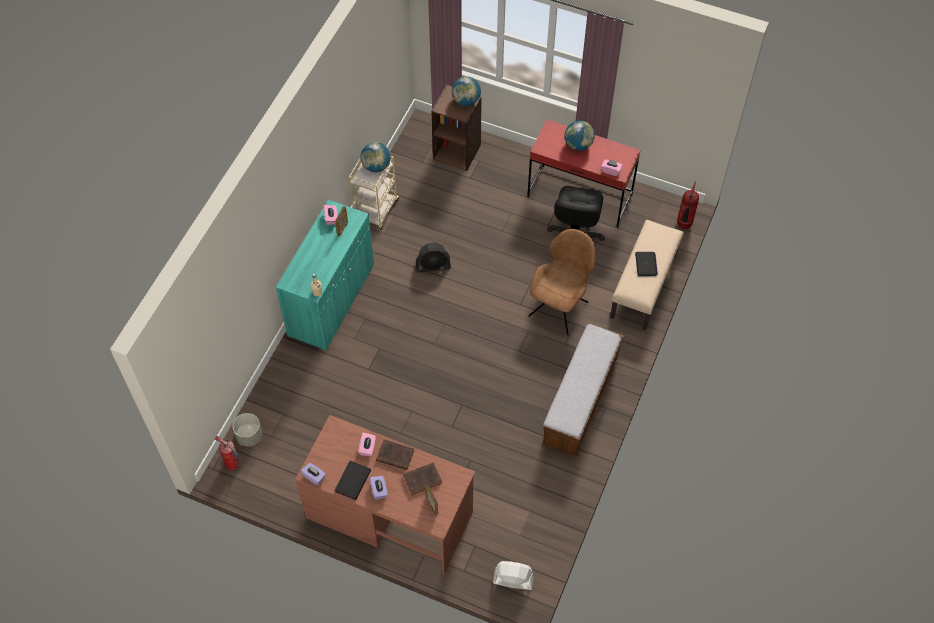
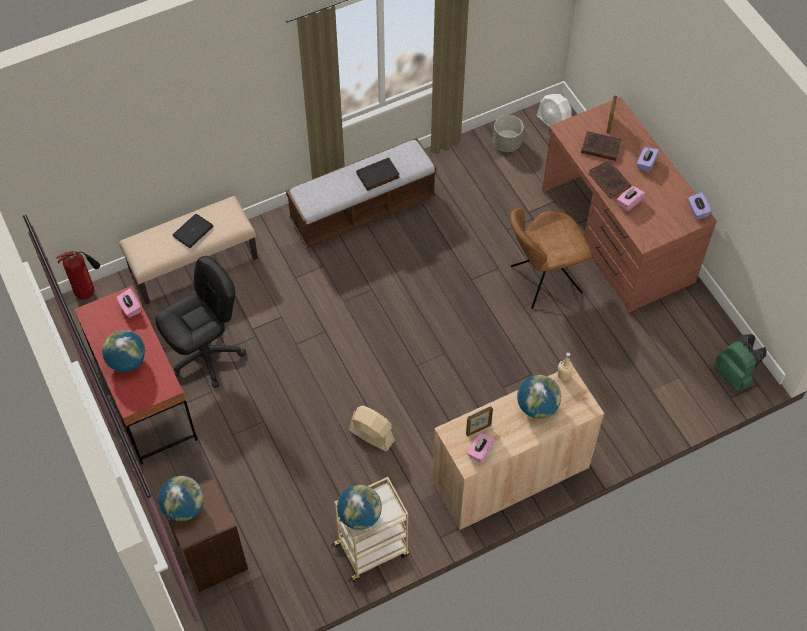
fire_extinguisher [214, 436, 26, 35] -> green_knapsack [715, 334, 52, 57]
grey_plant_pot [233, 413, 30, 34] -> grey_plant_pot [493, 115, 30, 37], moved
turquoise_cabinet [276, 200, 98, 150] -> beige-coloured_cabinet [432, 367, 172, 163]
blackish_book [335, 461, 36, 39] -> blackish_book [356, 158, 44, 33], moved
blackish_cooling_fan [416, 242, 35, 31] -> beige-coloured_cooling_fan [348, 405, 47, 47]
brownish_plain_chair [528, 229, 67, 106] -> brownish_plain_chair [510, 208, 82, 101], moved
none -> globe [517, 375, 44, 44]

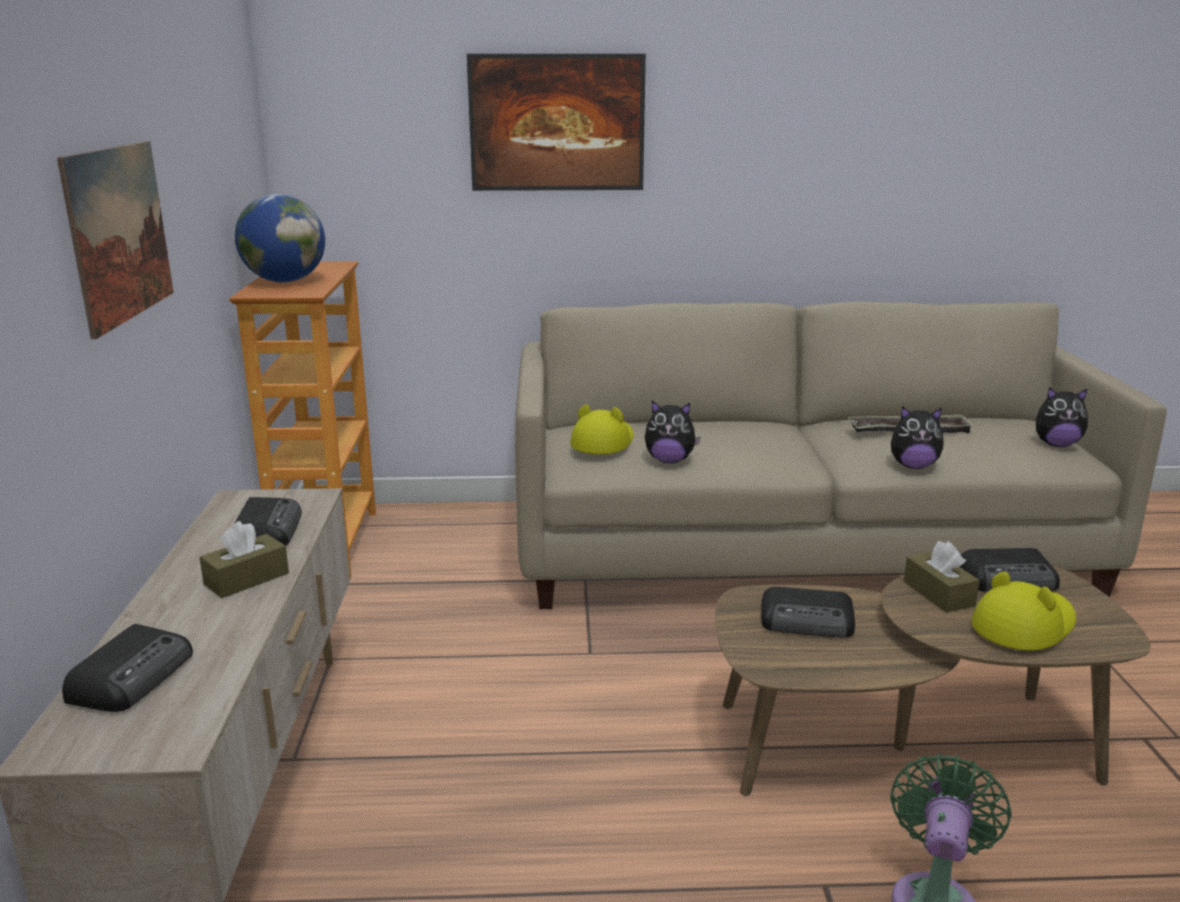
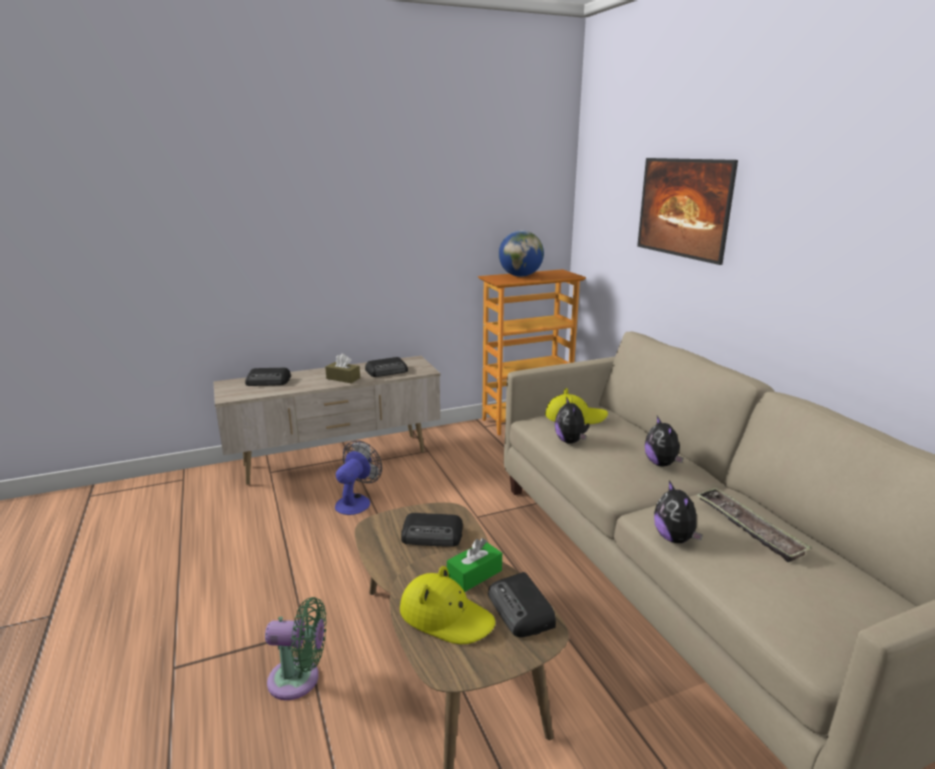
picture [57, 141, 117, 198] -> none
radio [761, 587, 94, 51] -> radio [401, 513, 62, 34], 75 degrees counterclockwise
brownish_tissue_box [904, 541, 76, 72] -> green_tissue_box [447, 538, 55, 54]
plush_toy [1036, 387, 52, 60] -> plush_toy [645, 416, 38, 51], moved
none -> cooling_fan [335, 440, 47, 75]

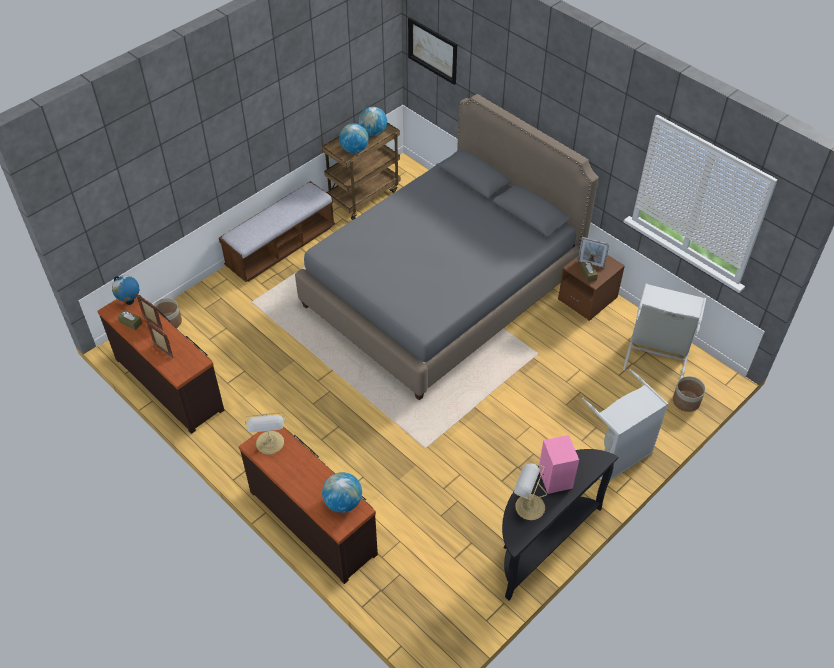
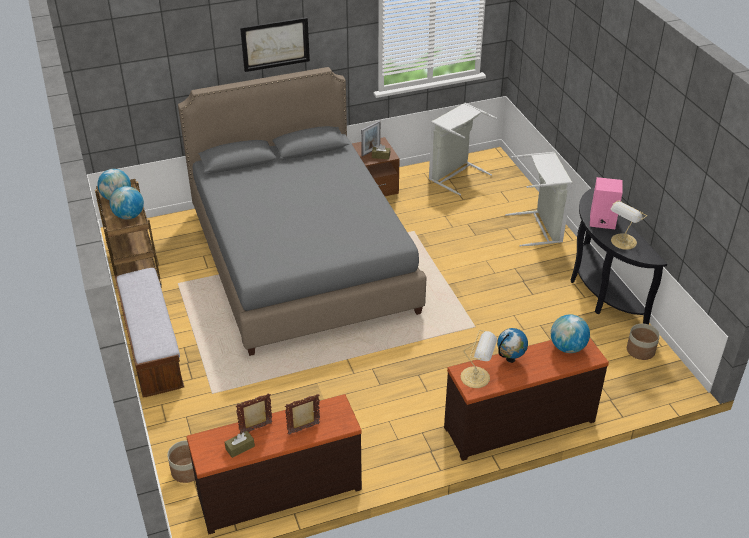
globe [112, 275, 27, 30] -> globe [497, 328, 31, 35], moved
picture [408, 18, 49, 67] -> picture [240, 17, 70, 55], moved
plant_pot [673, 376, 32, 36] -> plant_pot [627, 324, 33, 36], moved

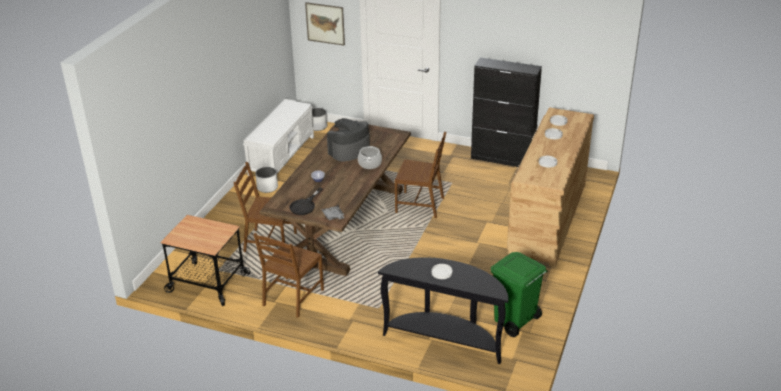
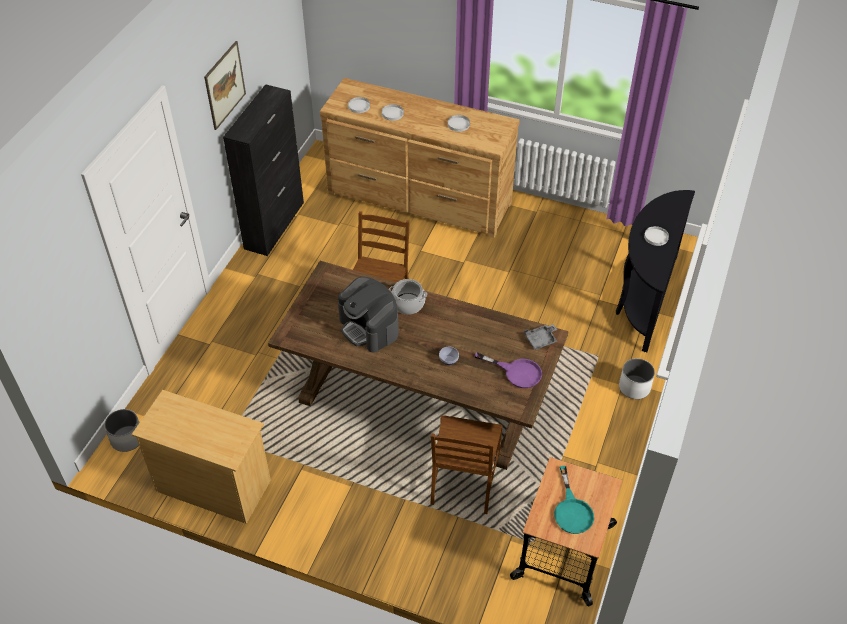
white_long_seat [243, 99, 71, 77] -> beige-coloured_drawer_chest [132, 390, 139, 134]
brownish_plain_chair [253, 233, 71, 85] -> none
white_plant_pot [255, 167, 23, 26] -> white_plant_pot [619, 358, 36, 41], moved
blackish_frying_pan [289, 188, 34, 27] -> purplish_frying_pan [474, 352, 68, 36]
picture [305, 2, 40, 44] -> picture [204, 41, 42, 89], moved
green_waste_bin [491, 252, 57, 85] -> none
none -> turquoise_frying_pan [554, 466, 40, 68]

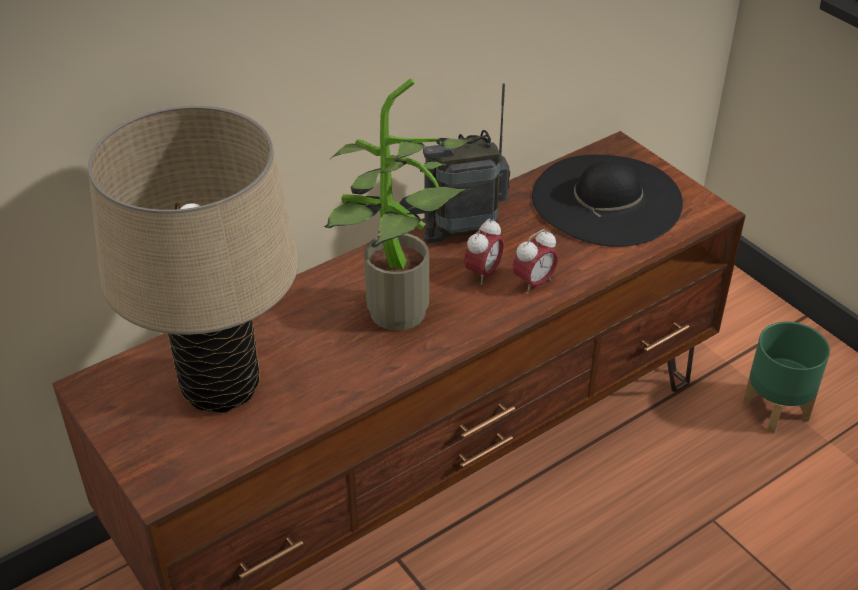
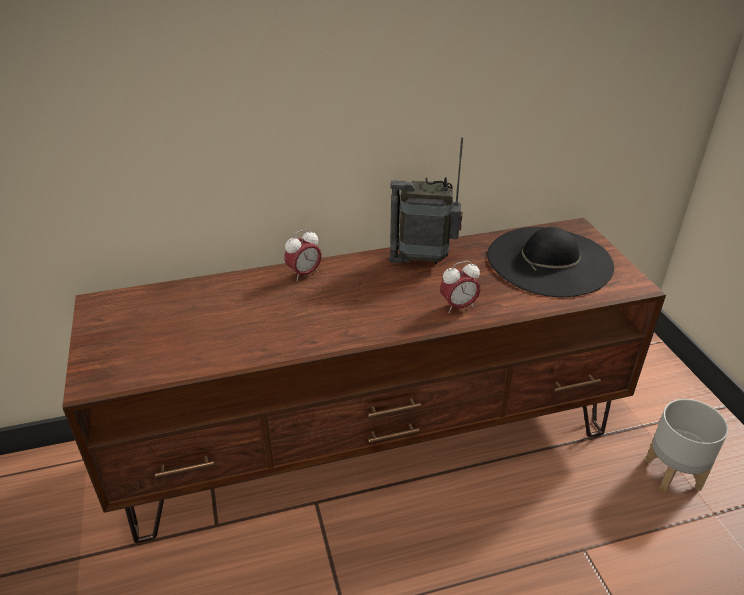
beige-coloured_lamp_for_a_table [88, 105, 211, 308] -> none
potted_plant [324, 78, 149, 253] -> none
bedside_clock [464, 218, 40, 67] -> bedside_clock [284, 229, 38, 52], moved
green_plant_pot [742, 321, 88, 112] -> grey_plant_pot [645, 399, 83, 94]

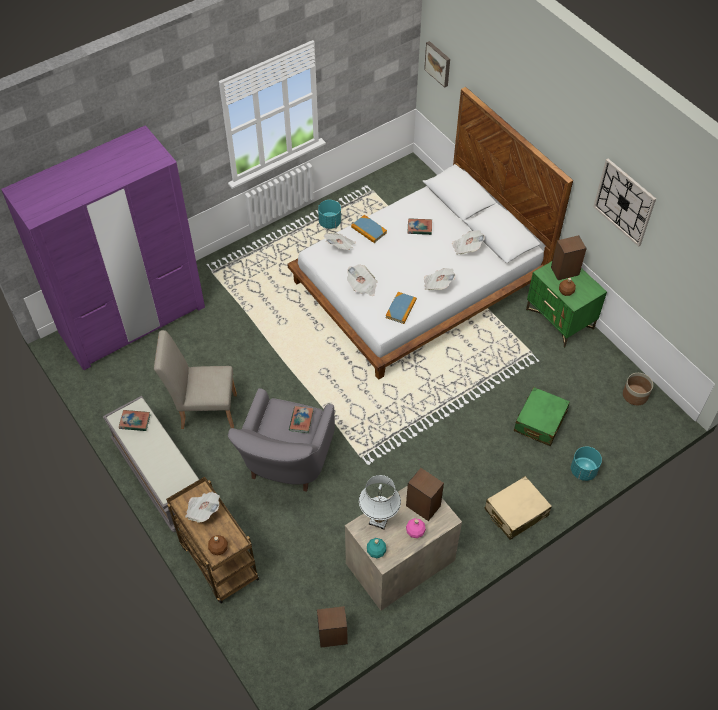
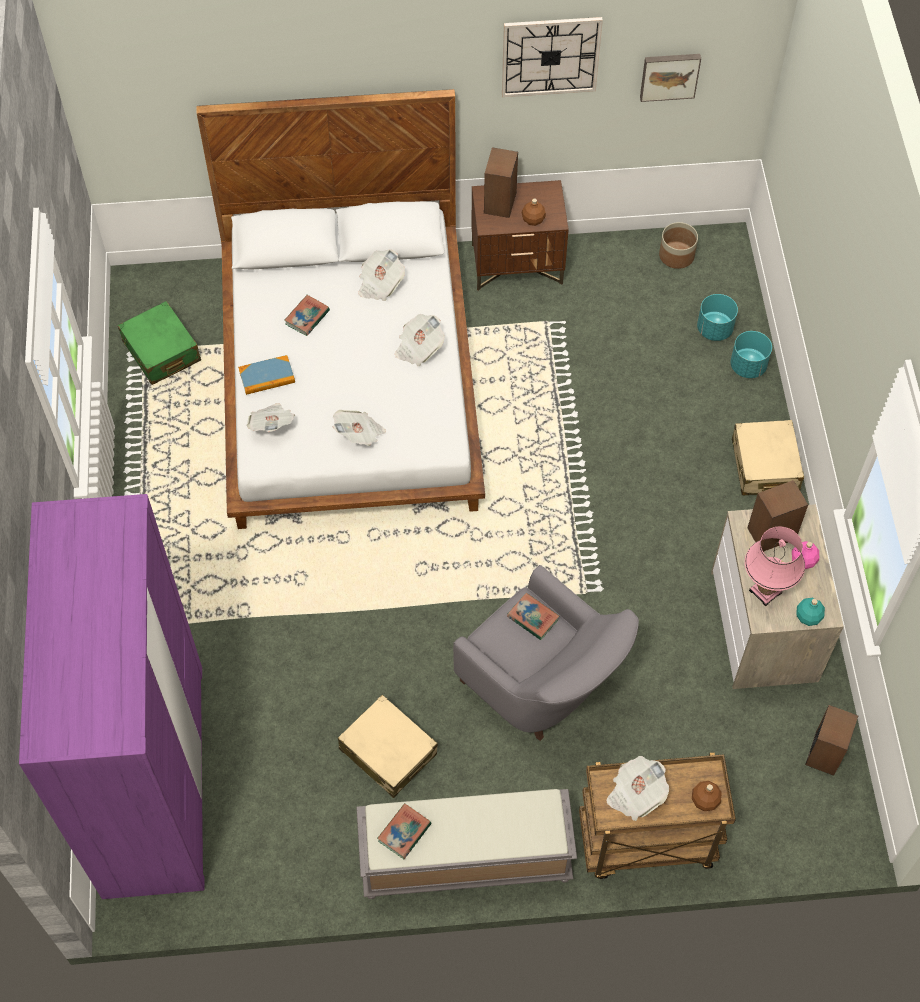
beige-coloured_plain_chair [154, 330, 83, 99] -> beige-coloured_travel_case [338, 695, 100, 103]
turquoise_plant_pot [318, 200, 23, 29] -> turquoise_plant_pot [697, 294, 41, 47], moved
white_lamp_for_a_table [359, 475, 42, 55] -> pink_lamp_for_a_table [745, 527, 60, 79]
book [386, 292, 31, 32] -> none
picture [424, 41, 26, 47] -> picture [640, 54, 61, 48], moved
green_travel_case [514, 387, 56, 59] -> green_travel_case [118, 301, 83, 84], moved
green_nightstand [526, 261, 81, 87] -> brownish_nightstand [471, 180, 98, 111]

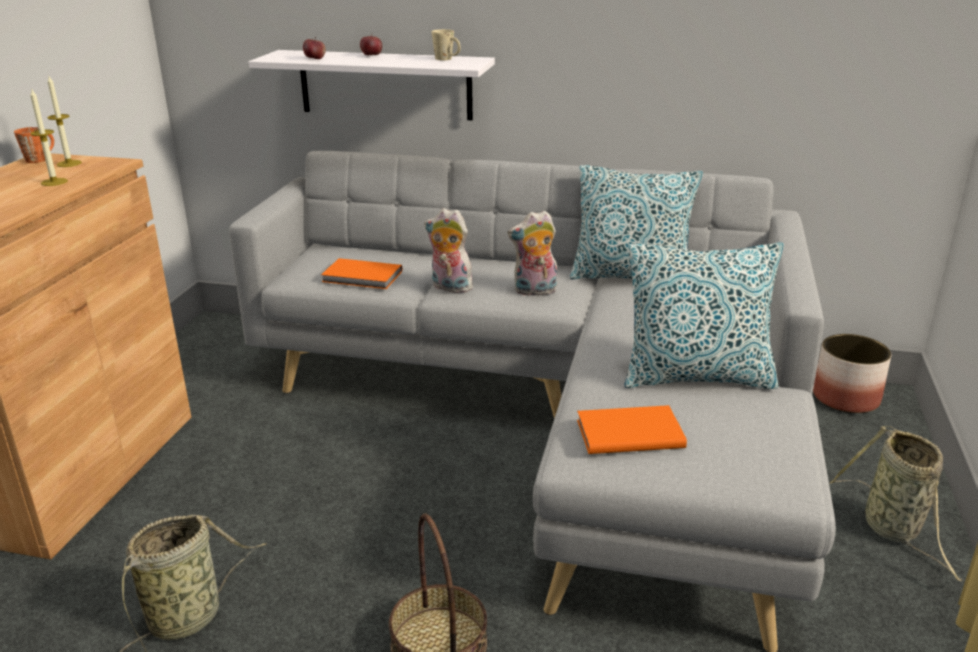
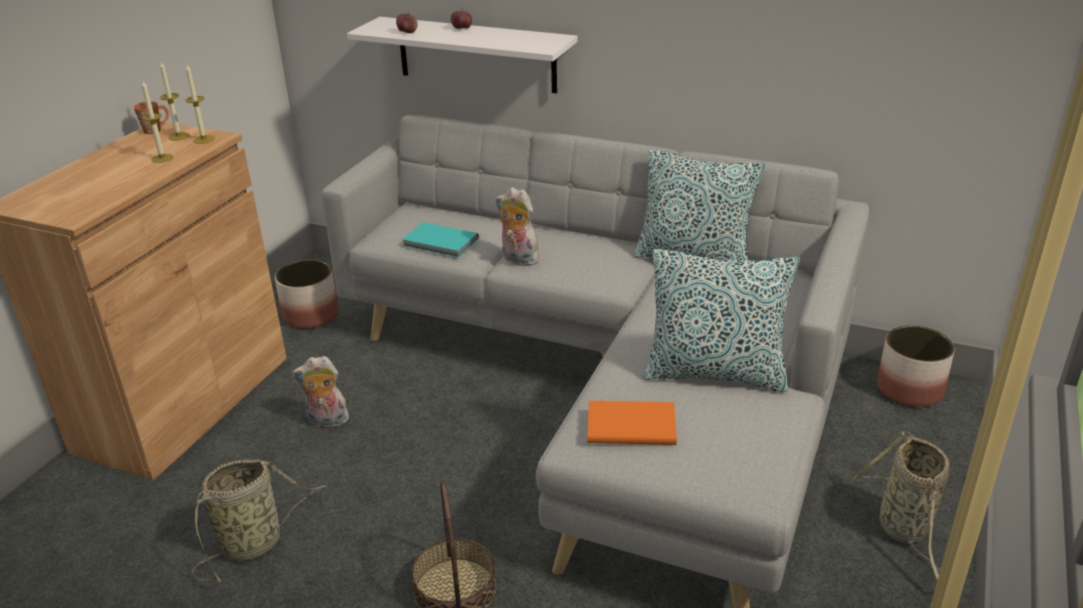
orange_book [321, 258, 81, 31] -> turquoise_book [402, 222, 77, 36]
beige-coloured_tea_mug [431, 29, 30, 31] -> none
plush_toy [508, 210, 49, 87] -> plush_toy [292, 356, 57, 72], moved
none -> candle [185, 65, 30, 79]
none -> plant_pot [275, 260, 64, 69]

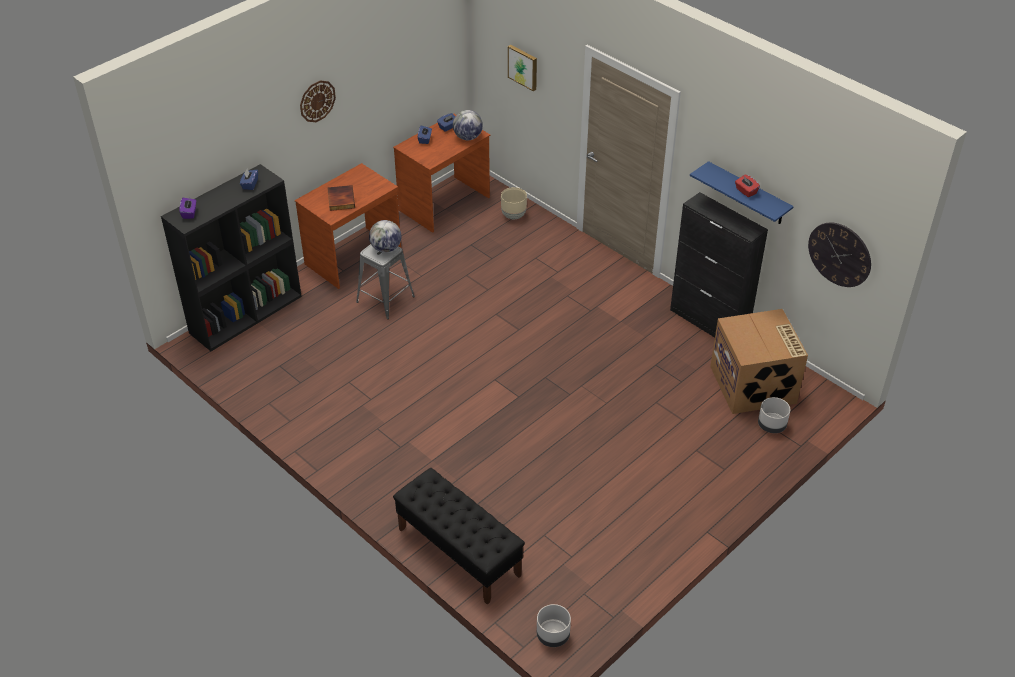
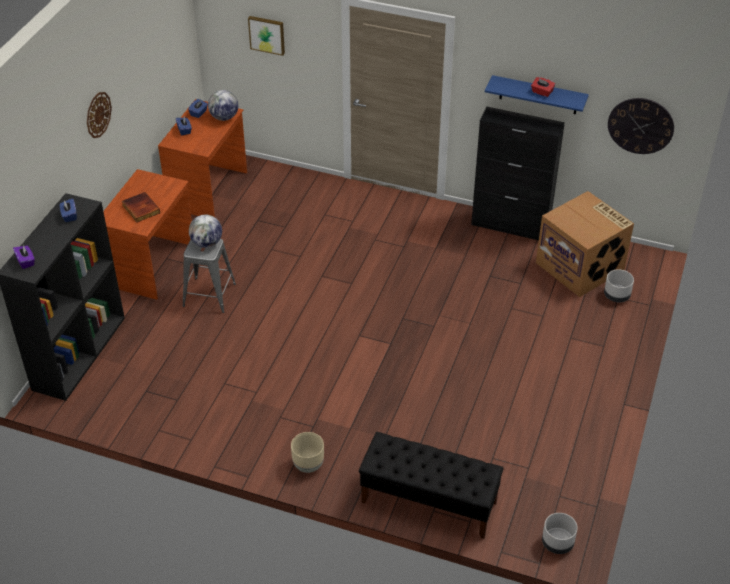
beige-coloured_plant_pot [501, 187, 26, 32] -> beige-coloured_plant_pot [291, 432, 33, 41], moved

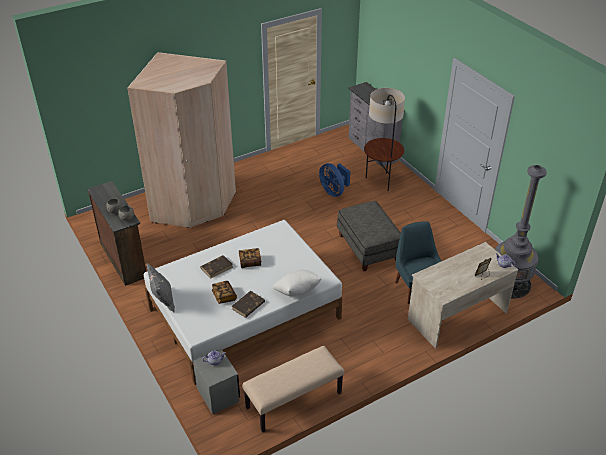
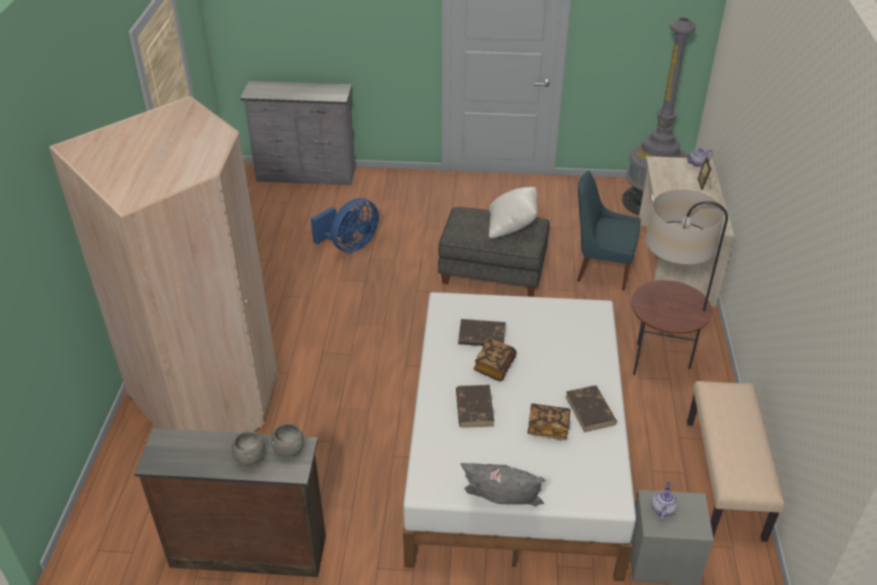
white_pillow [273, 270, 48, 26] -> white_pillow [489, 187, 49, 51], moved
blue-coloured_cooling_fan [319, 163, 31, 34] -> blue-coloured_cooling_fan [311, 198, 68, 55], 45 degrees counterclockwise
standing_lamp [364, 88, 41, 103] -> standing_lamp [631, 189, 97, 186], moved
none -> brownish_book [458, 319, 48, 27]

